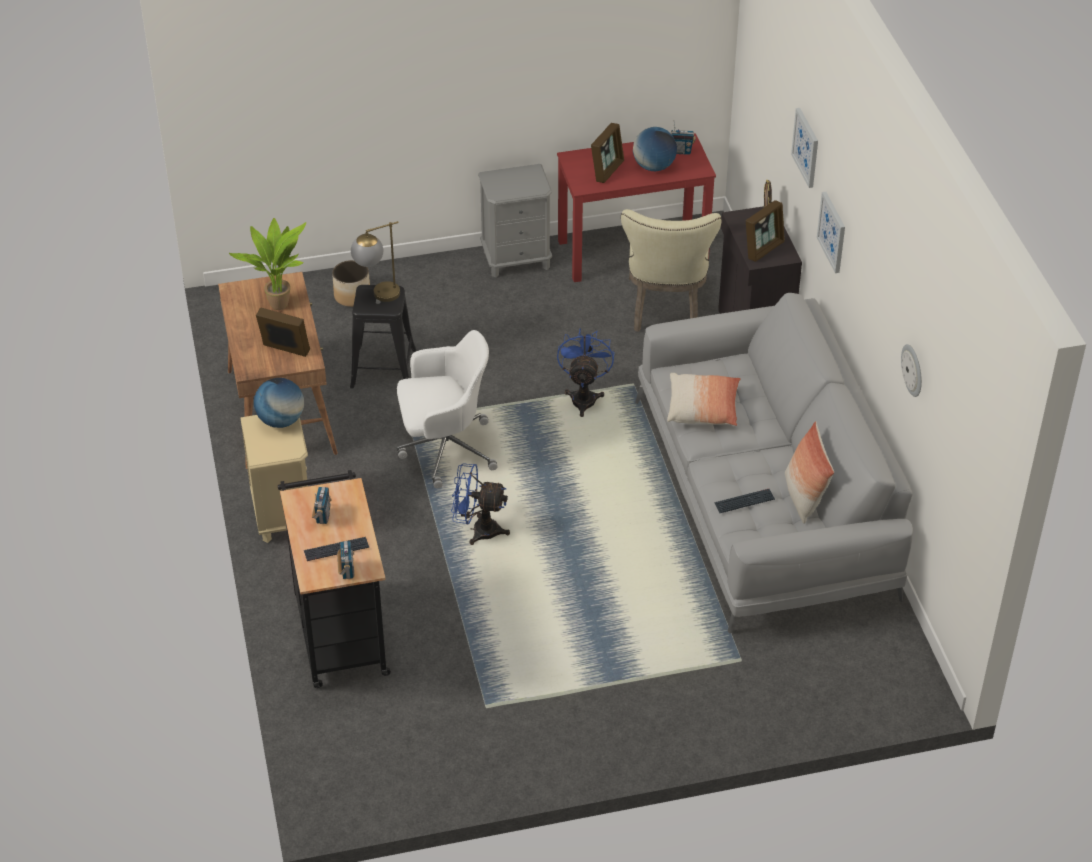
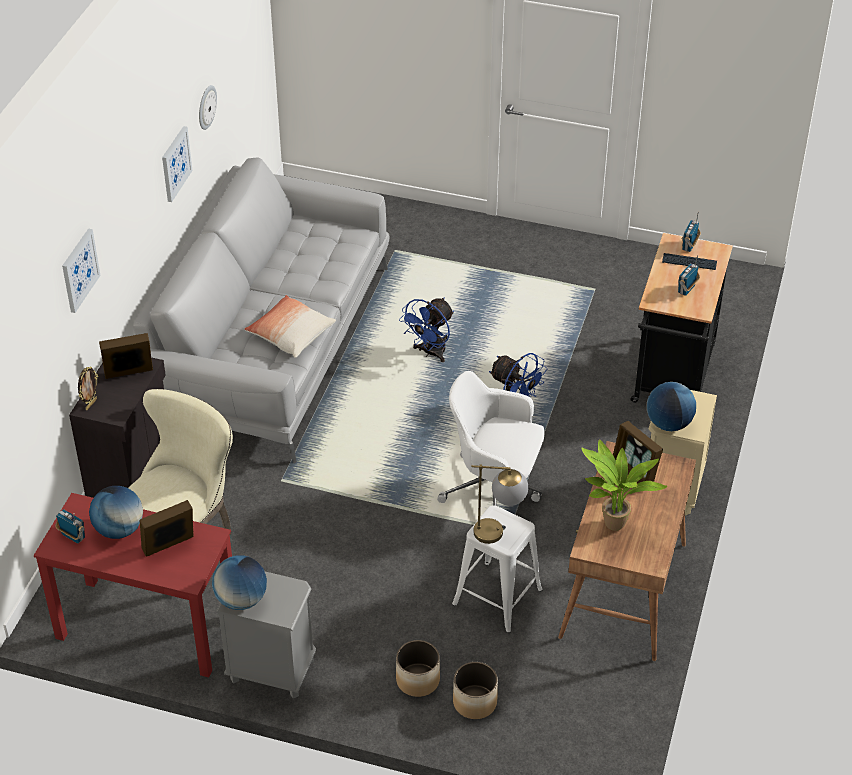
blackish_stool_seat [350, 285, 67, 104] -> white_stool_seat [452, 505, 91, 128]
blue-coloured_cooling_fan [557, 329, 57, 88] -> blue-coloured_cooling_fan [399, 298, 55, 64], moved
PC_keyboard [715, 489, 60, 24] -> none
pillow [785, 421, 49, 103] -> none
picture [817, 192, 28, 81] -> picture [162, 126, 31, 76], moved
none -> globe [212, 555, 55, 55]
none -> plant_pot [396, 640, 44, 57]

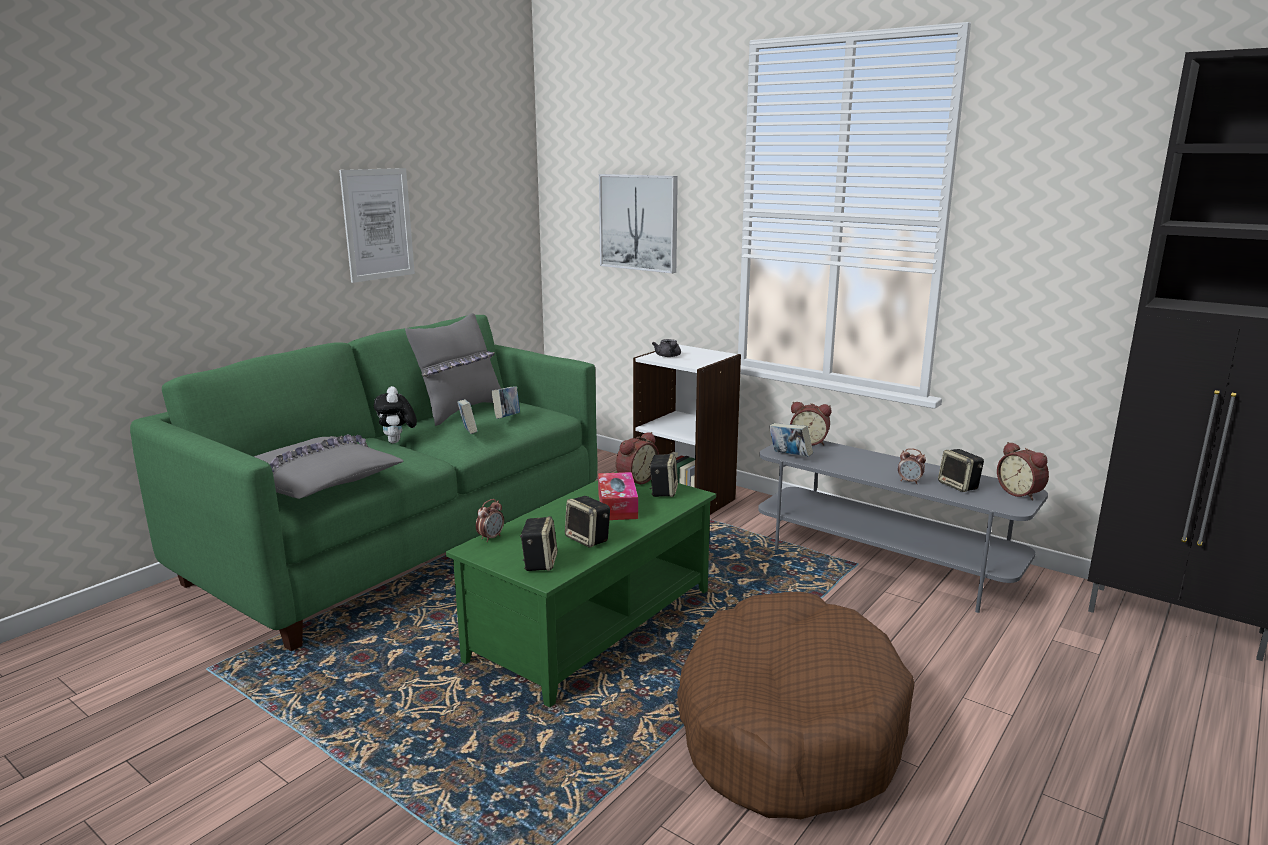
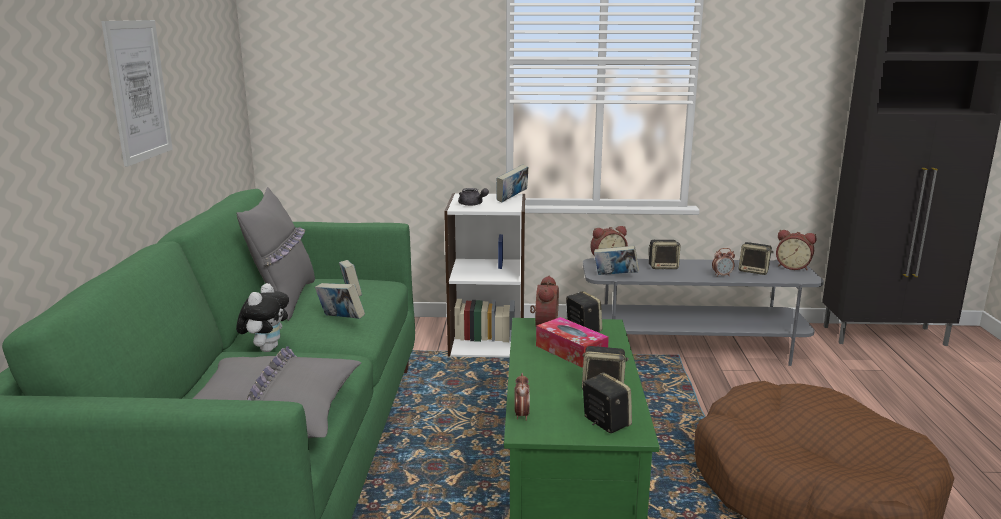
plush_toy [374, 386, 43, 57] -> plush_toy [236, 283, 53, 69], 120 degrees counterclockwise
picture [599, 174, 79, 99] -> none
none -> book [496, 165, 32, 37]
none -> speaker [649, 240, 31, 29]

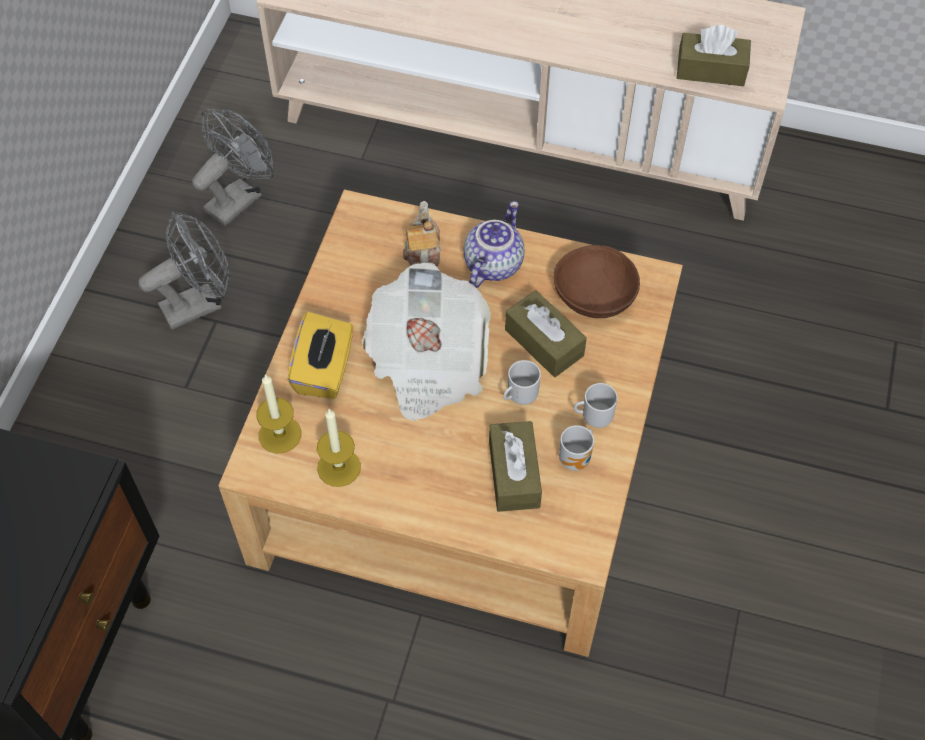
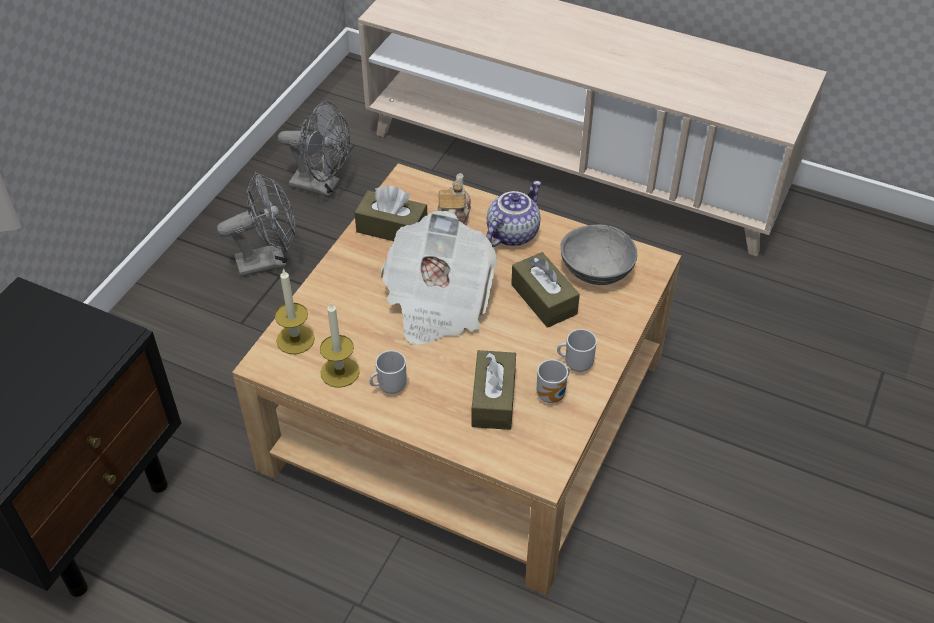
grey_cooling_fan [192, 109, 81, 117] -> grey_cooling_fan [278, 101, 72, 96], 60 degrees clockwise
yellow-coloured_tissue_box [287, 312, 66, 87] -> none
tea_mug [503, 360, 38, 45] -> tea_mug [369, 350, 38, 44], moved
brownish_serving_bowl [554, 245, 86, 73] -> grey_serving_bowl [560, 225, 77, 60]
brownish_tissue_box [677, 25, 74, 61] -> brownish_tissue_box [354, 185, 73, 56], moved

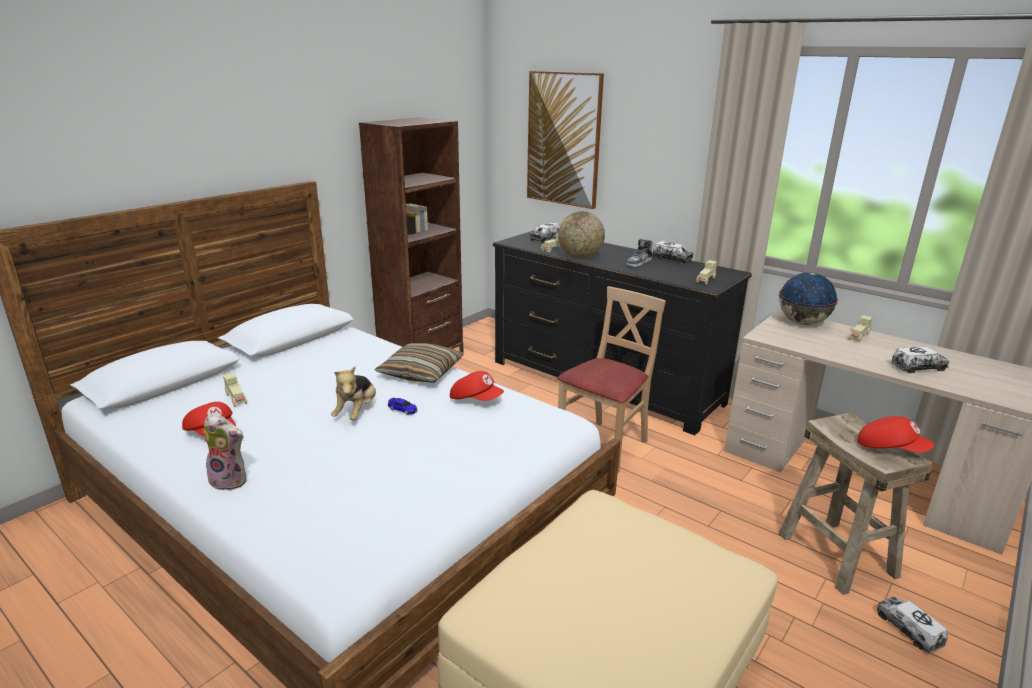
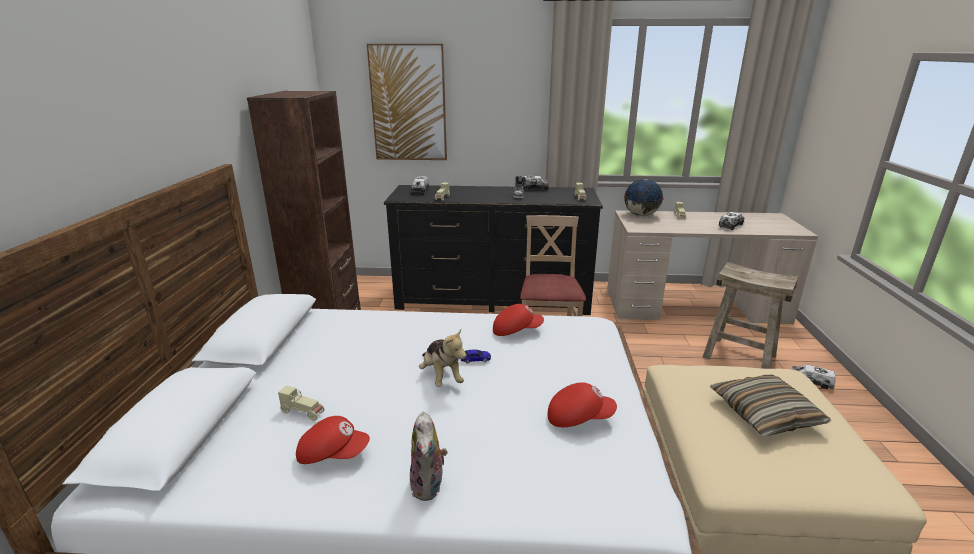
plush_toy [203, 414, 43, 77] -> plush_toy [410, 412, 38, 89], 105 degrees clockwise
pillow [375, 343, 89, 40] -> pillow [710, 375, 121, 62], moved
globe [558, 211, 47, 48] -> none
red_cap [857, 416, 77, 37] -> red_cap [548, 382, 69, 45], moved

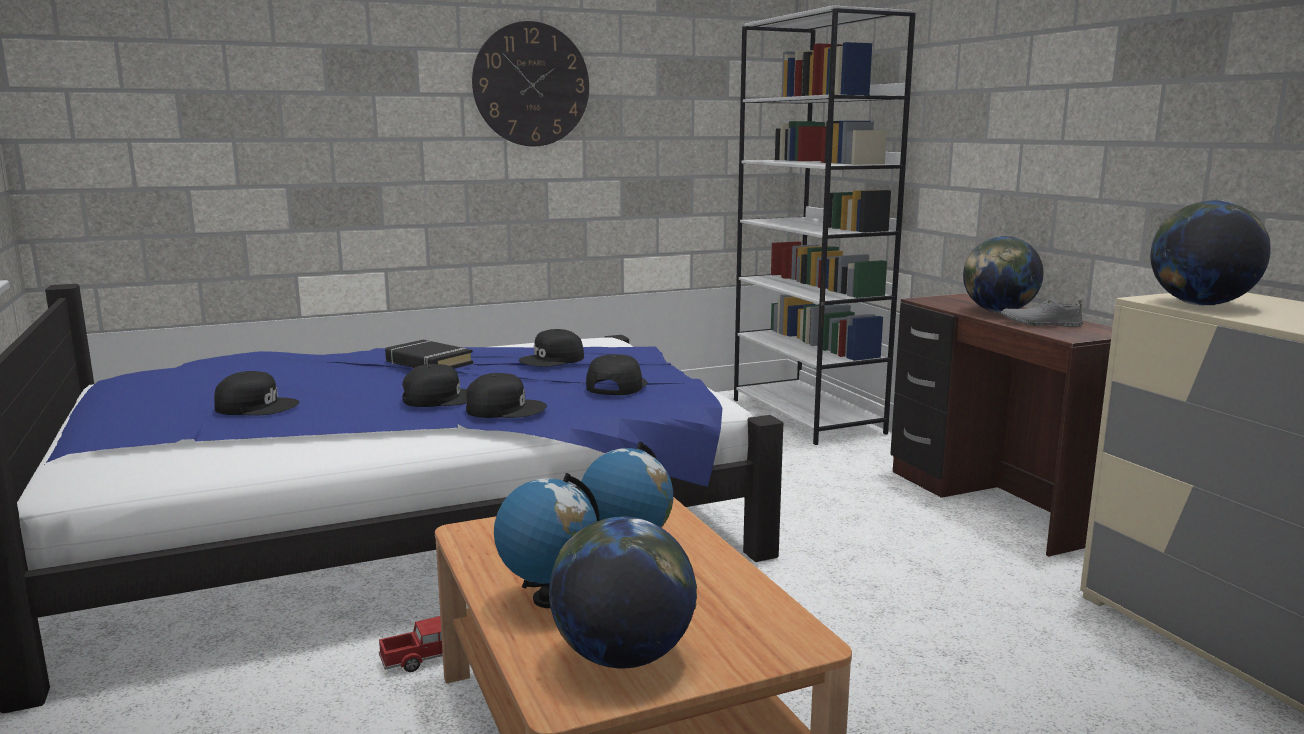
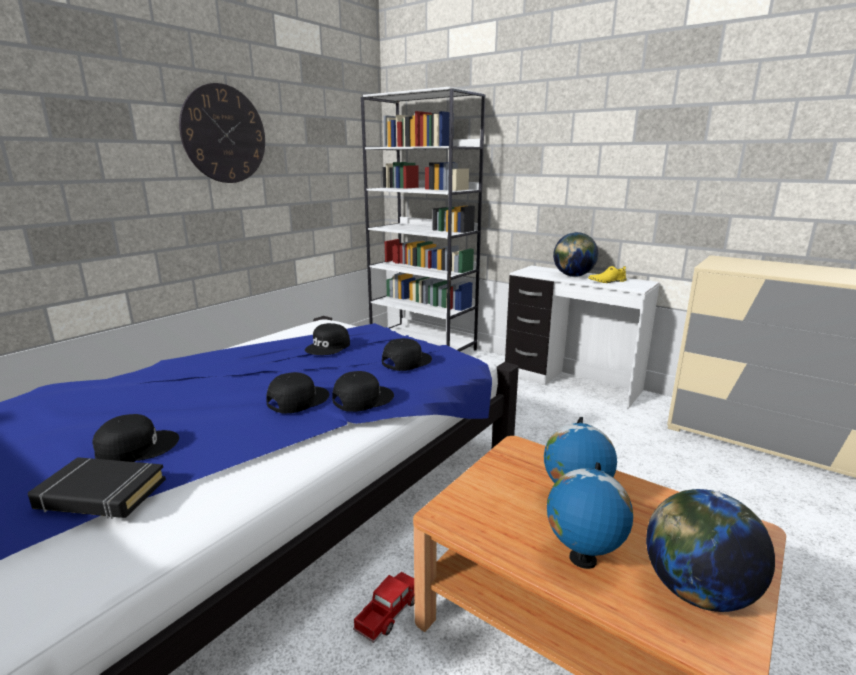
blackish_book [385, 340, 88, 29] -> blackish_book [28, 457, 138, 62], moved
blackish_cap [586, 354, 62, 41] -> blackish_cap [382, 338, 50, 33], 60 degrees clockwise
brownish_desk_unit [890, 293, 223, 264] -> white_desk_unit [505, 265, 155, 144]
grey_item_of_footwear [1001, 298, 82, 29] -> yellow-coloured_item_of_footwear [588, 266, 39, 17]
globe [1150, 200, 121, 105] -> none

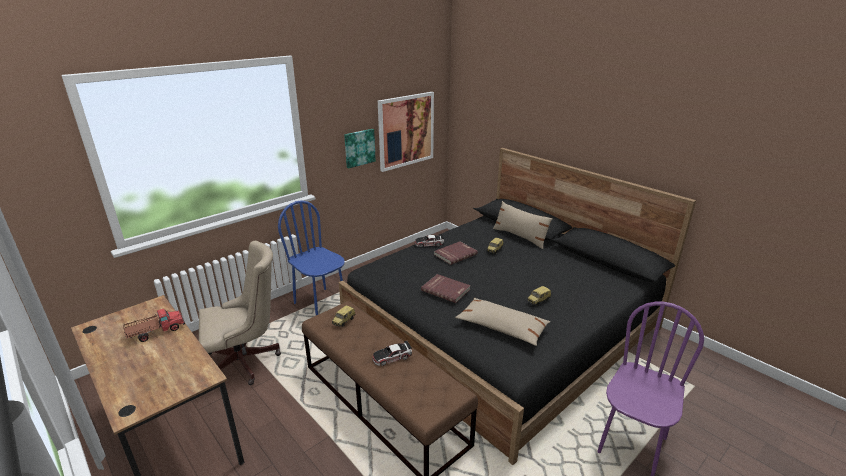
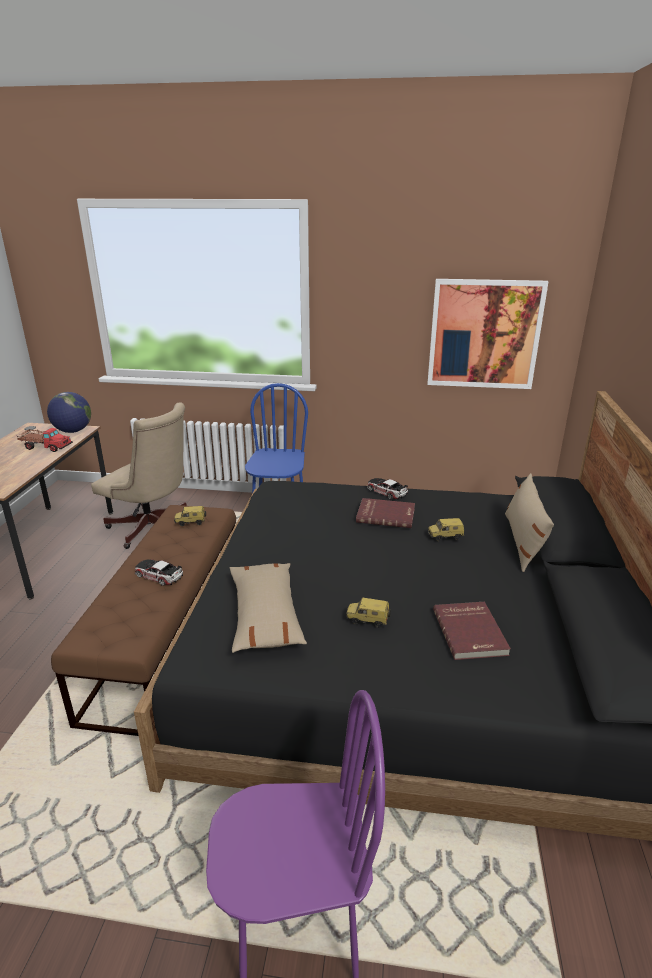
picture [344, 129, 32, 39] -> none
red_book [421, 274, 50, 29] -> red_book [433, 602, 78, 58], moved
none -> globe [47, 392, 44, 41]

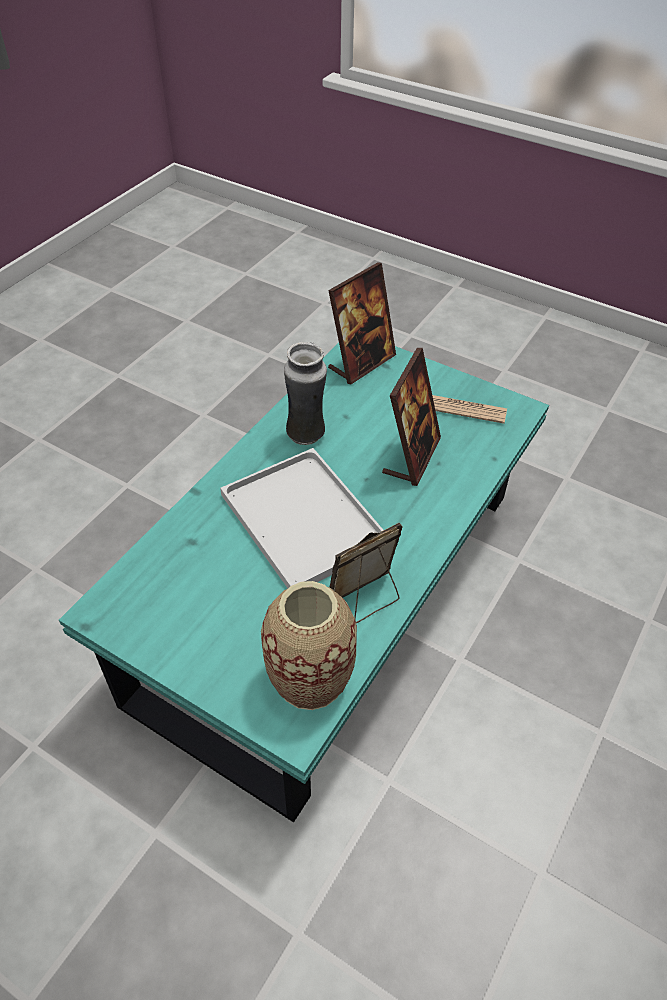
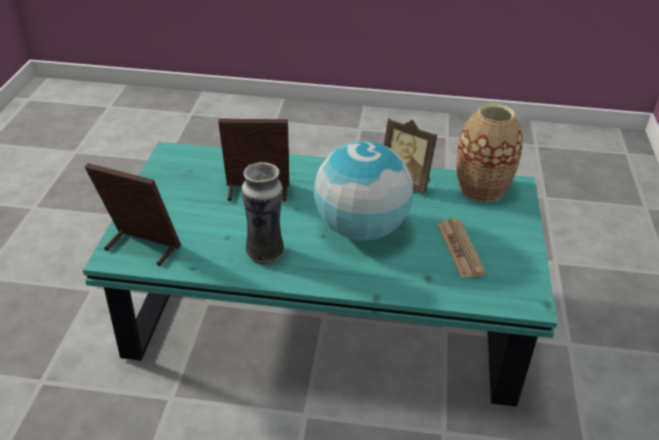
white_serving_tray [220, 448, 164, 140] -> globe [314, 141, 99, 100]
printed_paper [432, 395, 75, 29] -> printed_paper [437, 219, 49, 59], moved

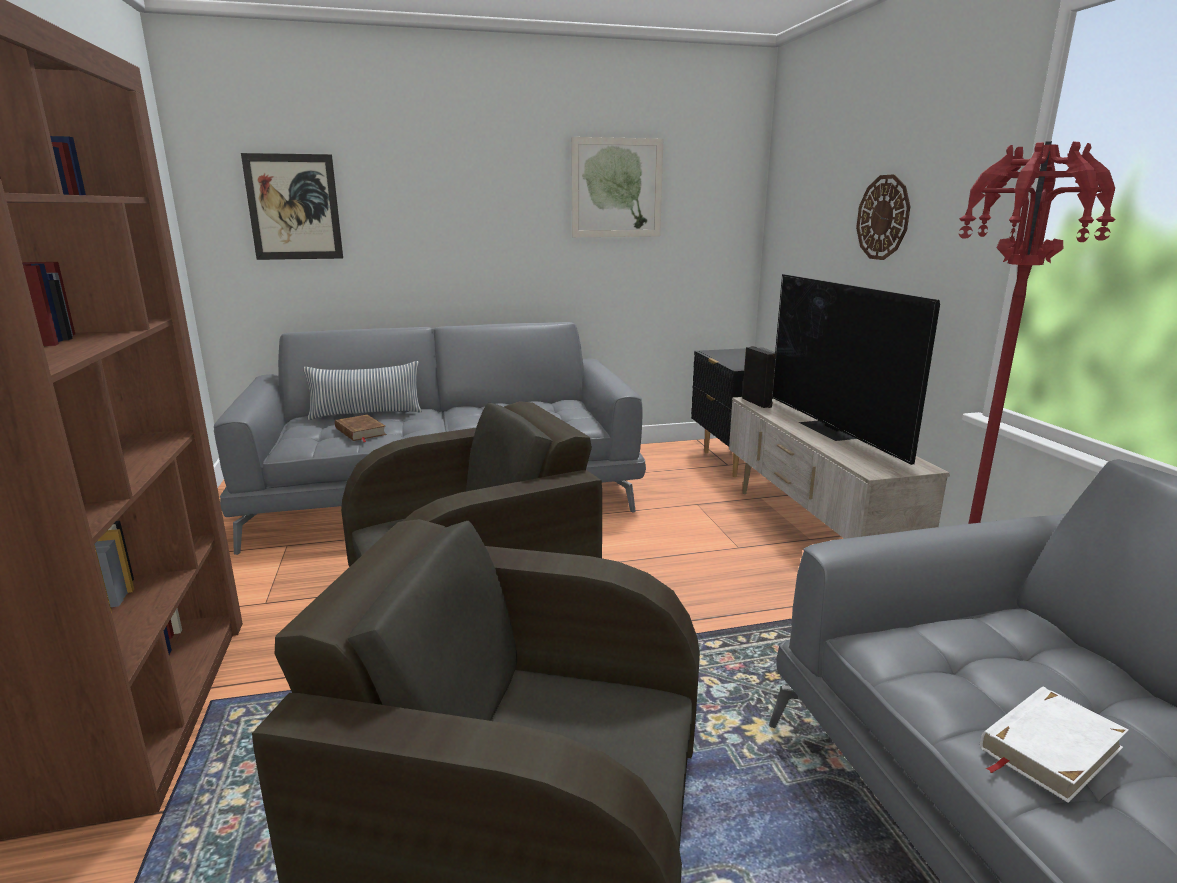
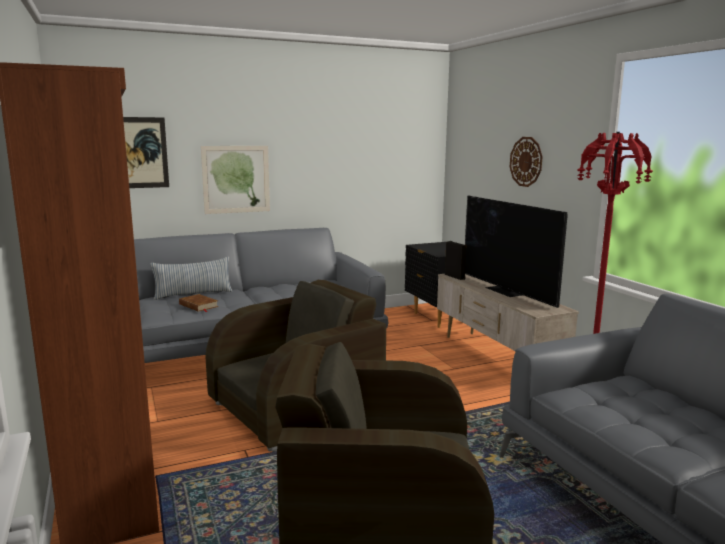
picture [571, 137, 92, 100] -> picture [201, 146, 69, 68], moved
white_book [980, 687, 149, 116] -> none

